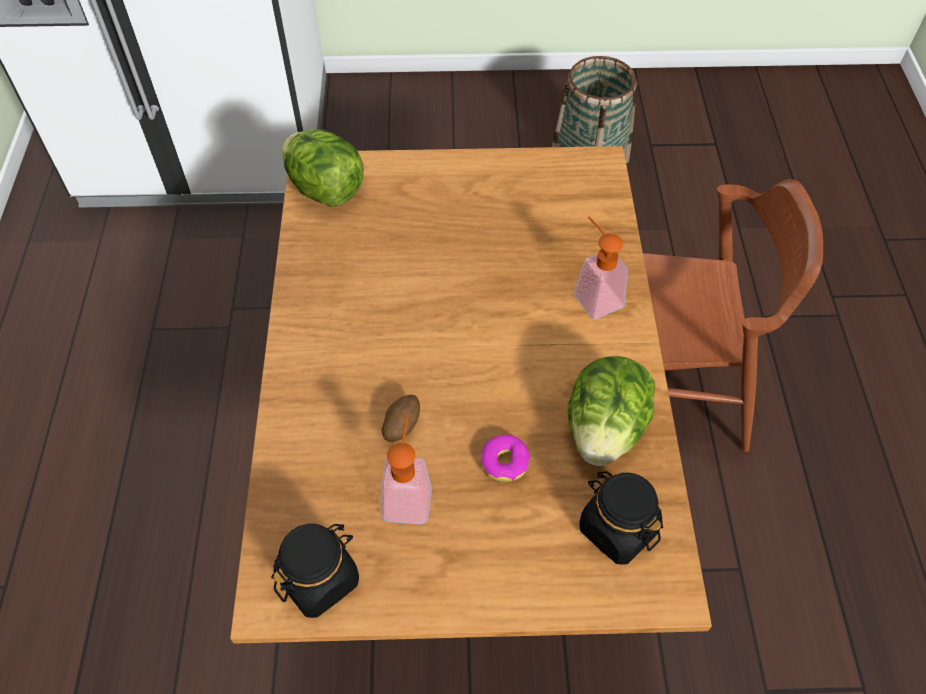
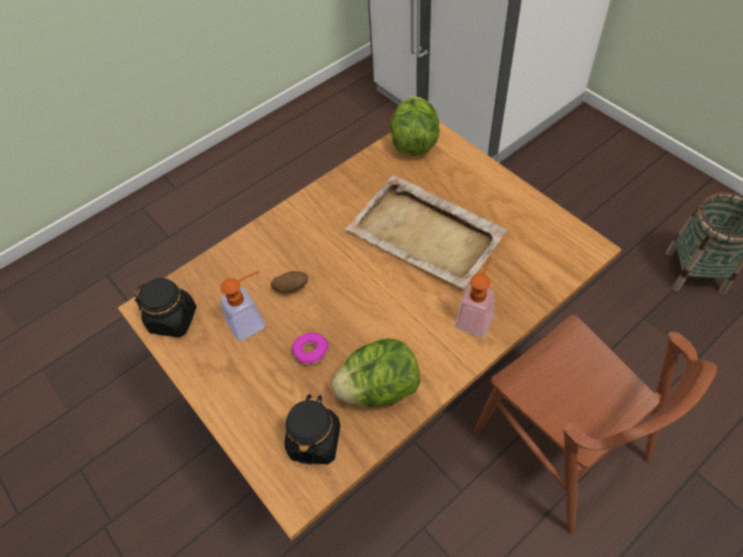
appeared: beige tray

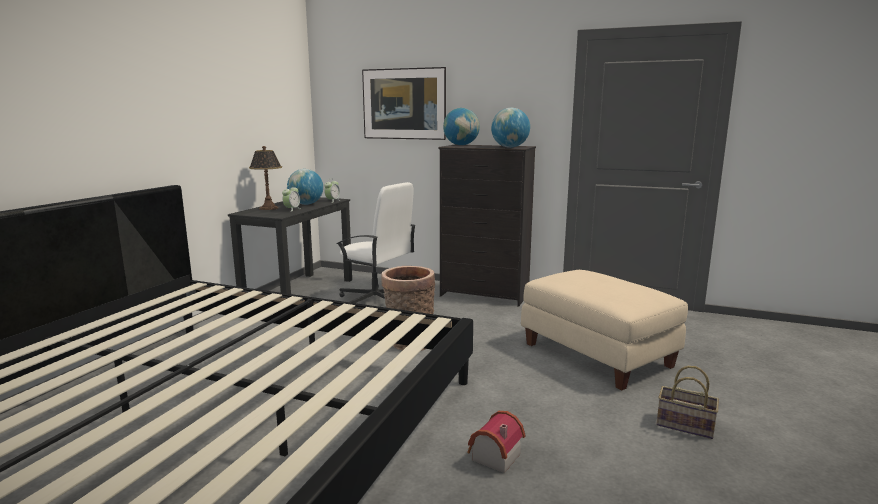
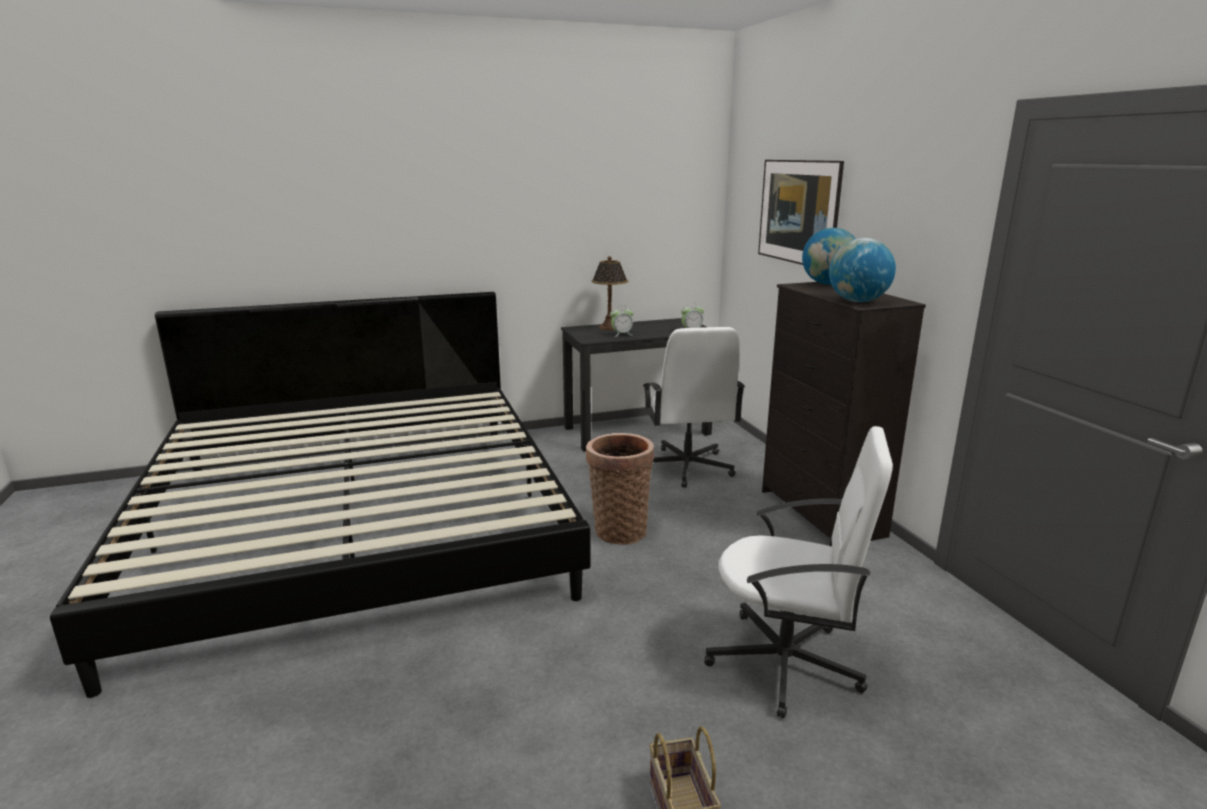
missing: desk globe (no. 1 from left); model house
exchanged: beige pouffe to whitish desk chair (no. 2 from left)

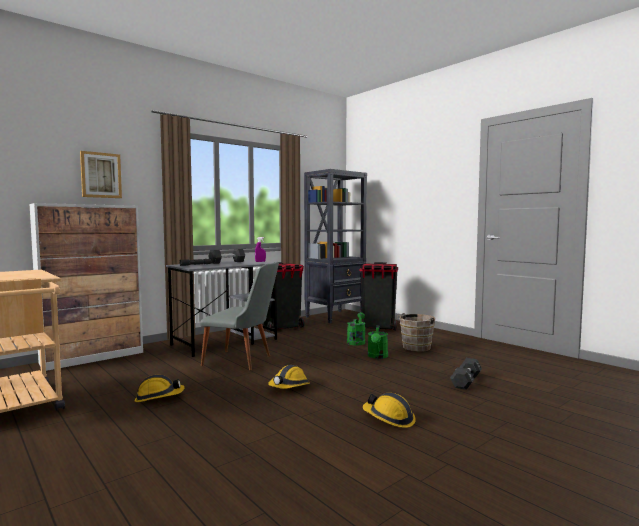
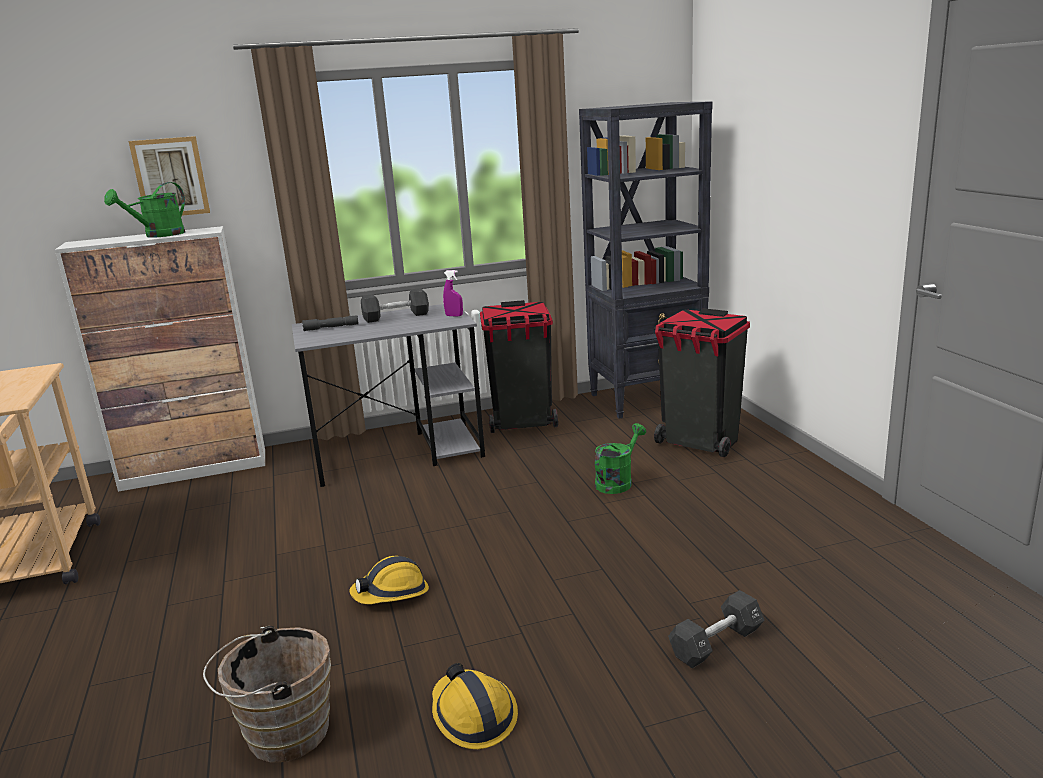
missing: work helmet (no. 1 from left); gray chair
relocated: green-coloured watering pot (no. 2 from left in the first image) to green-coloured watering pot (no. 1 from left); brownish pail

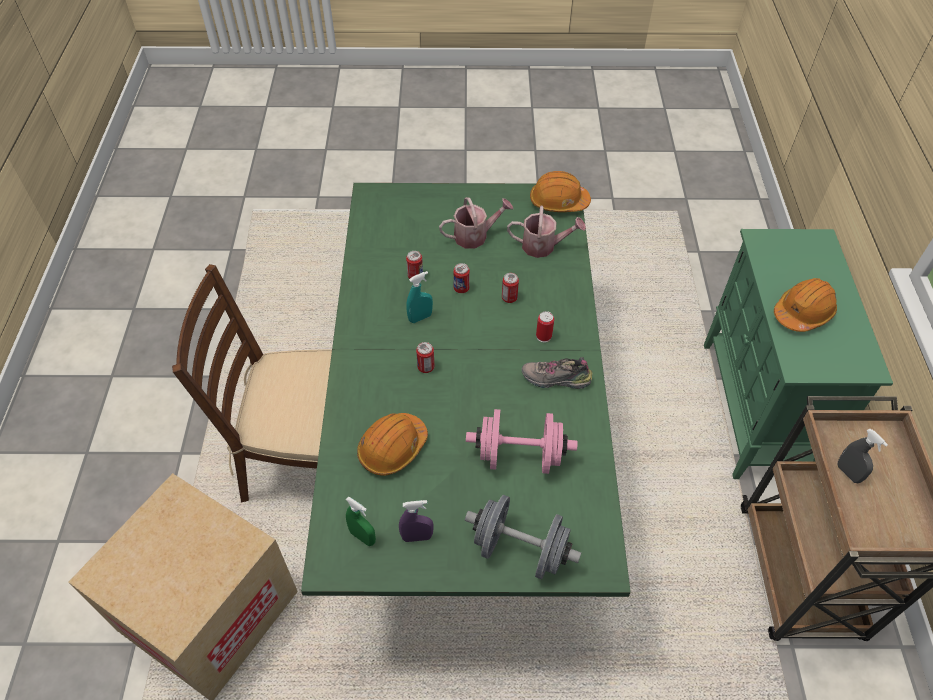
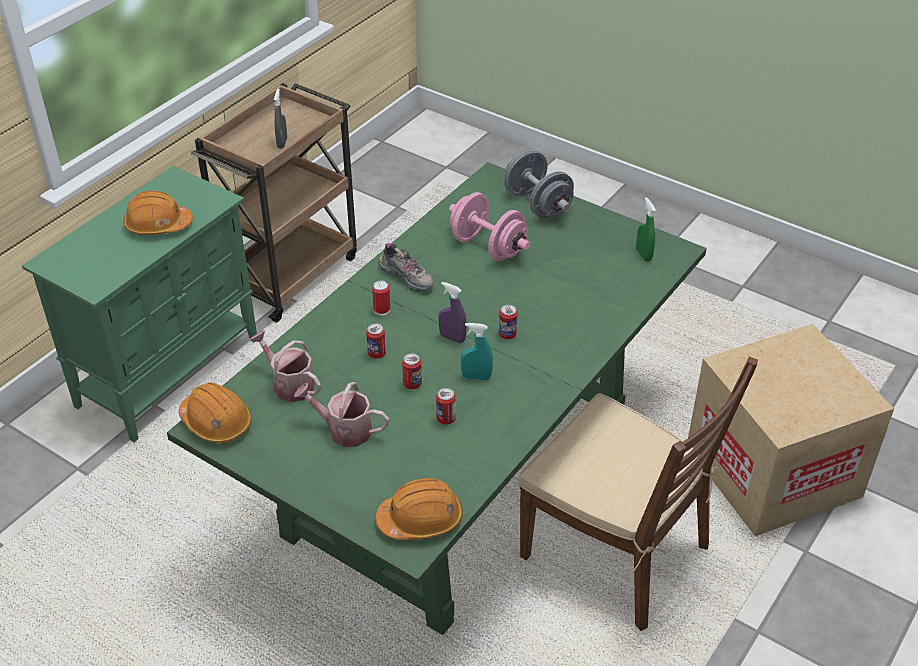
relocated: orange-coloured work helmet (no. 1 from left in the first image) to orange-coloured work helmet (no. 3 from left); purplish hand sprayer

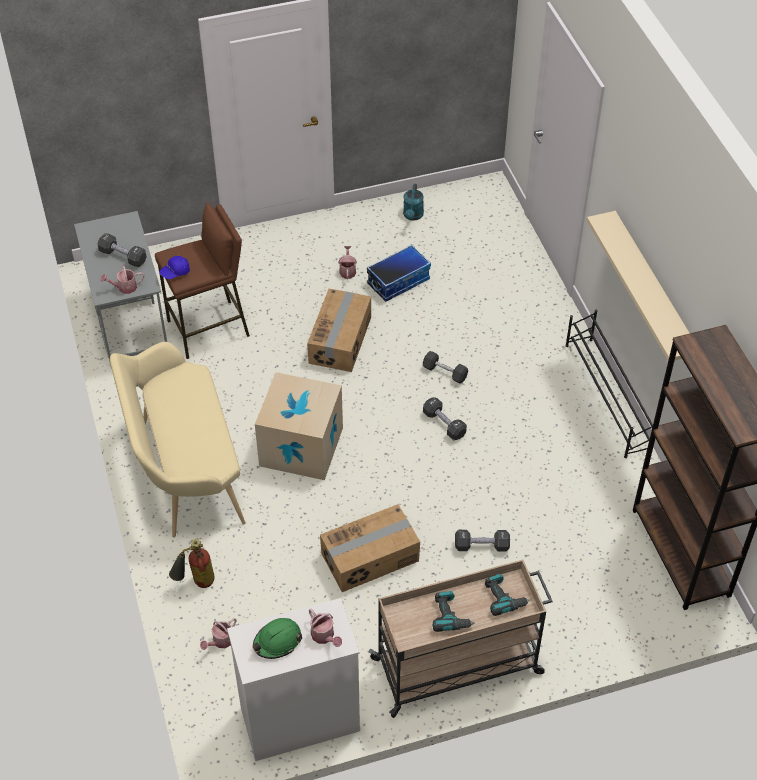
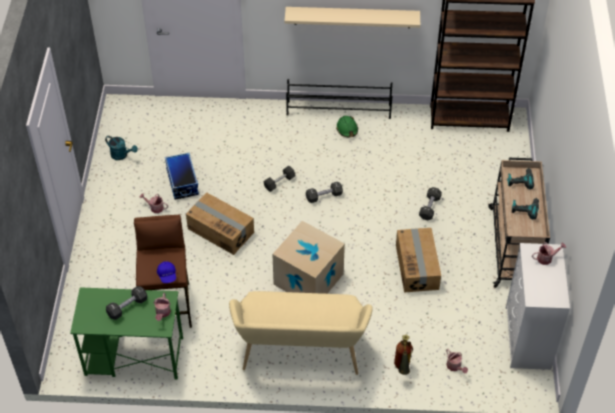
relocated: green-coloured work helmet
colour: gray desk unit to green-coloured desk unit

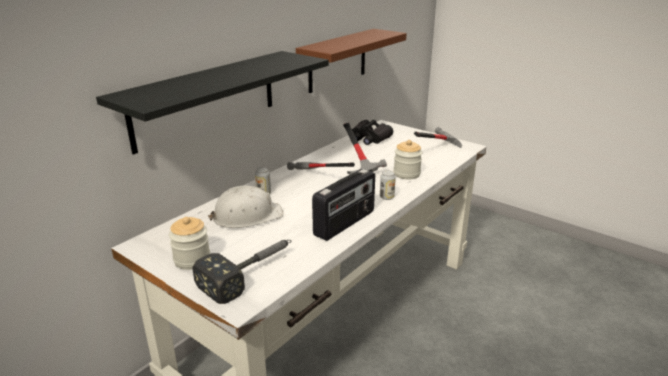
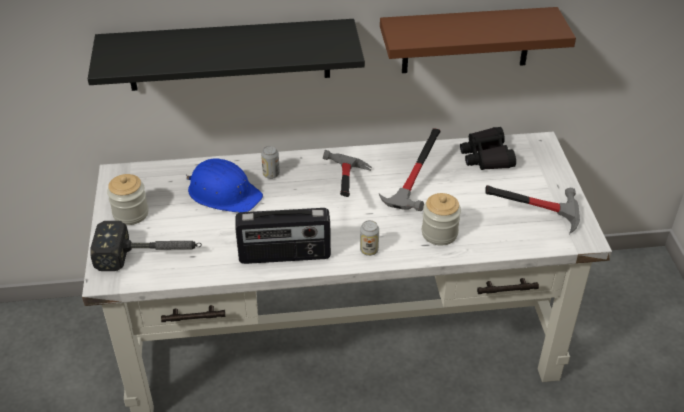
colour: whitish work helmet to blue-coloured work helmet

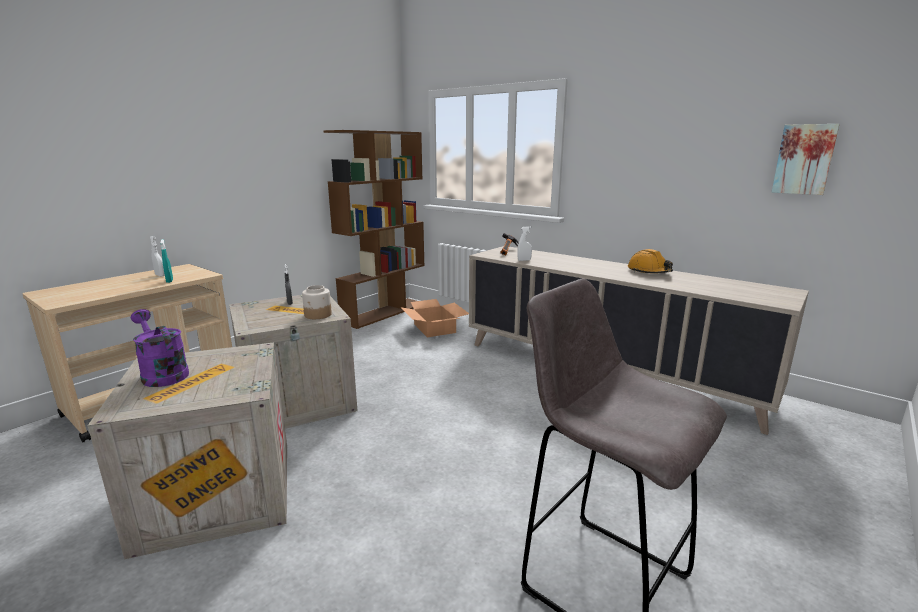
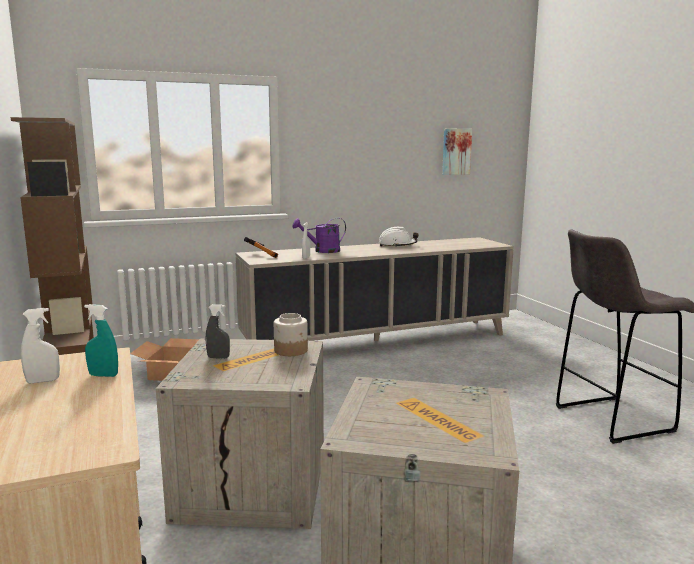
relocated: purplish watering pot
colour: orange-coloured work helmet to whitish work helmet

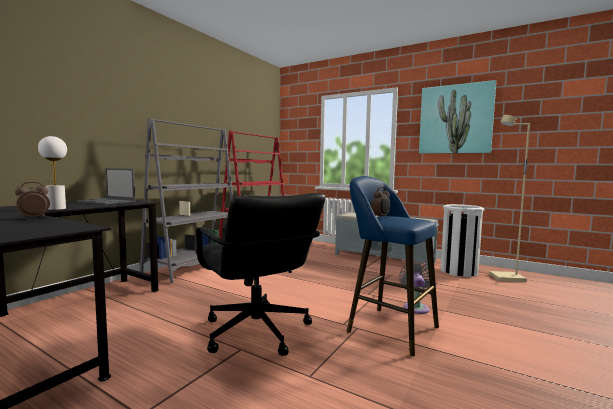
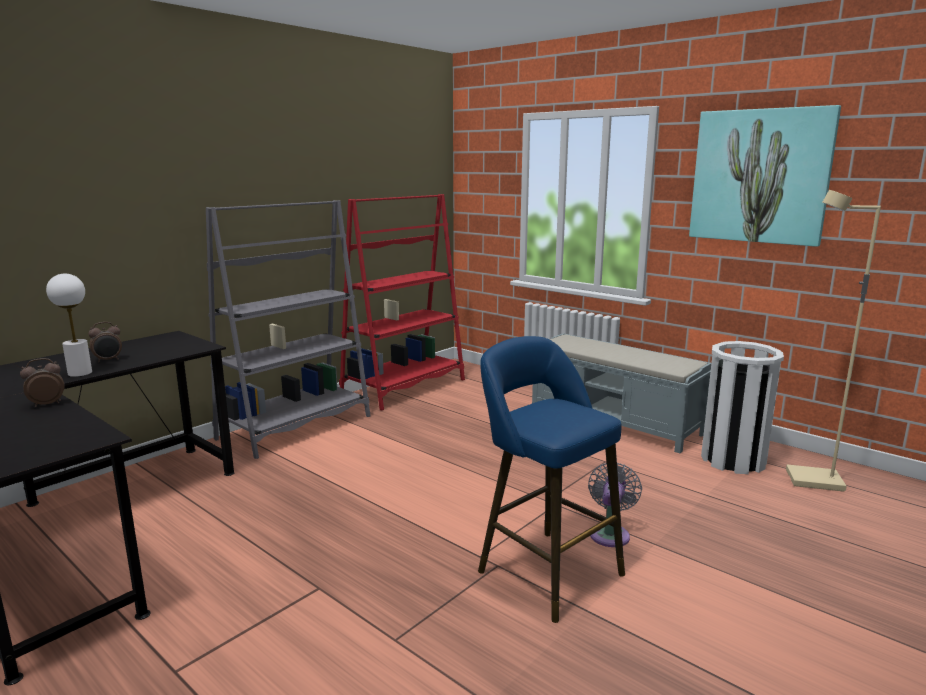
missing: notebook computer; blackish desk chair
relocated: alarm clock (no. 2 from left)

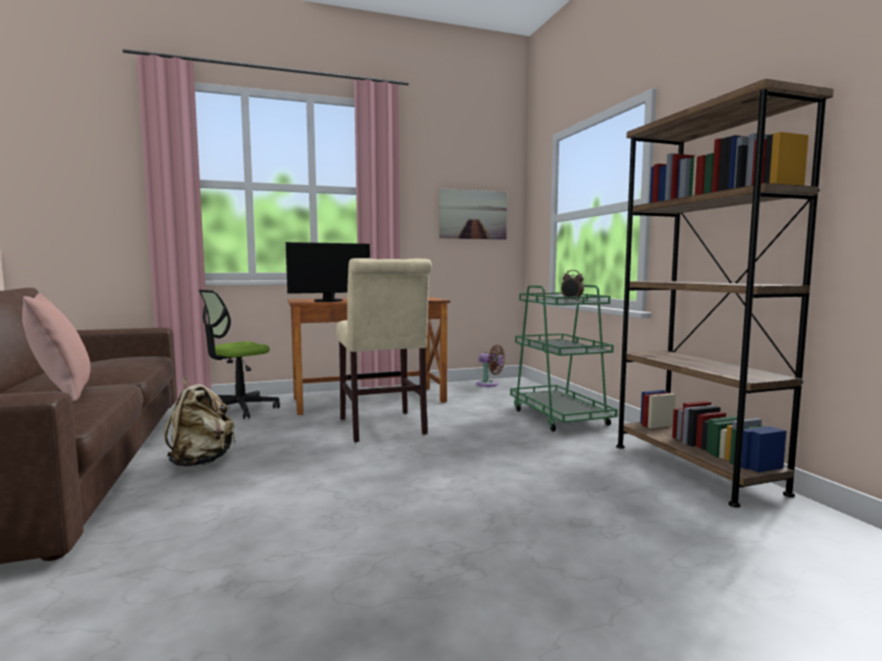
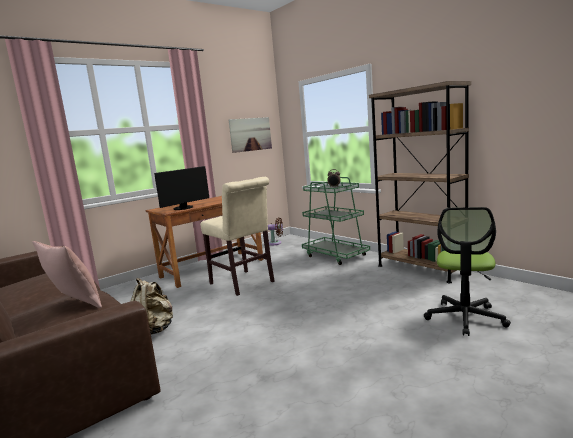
relocated: desk chair

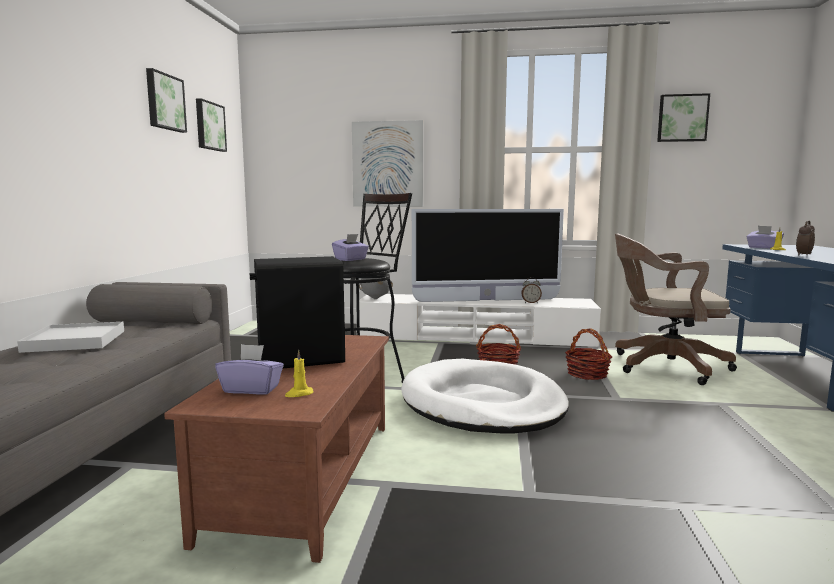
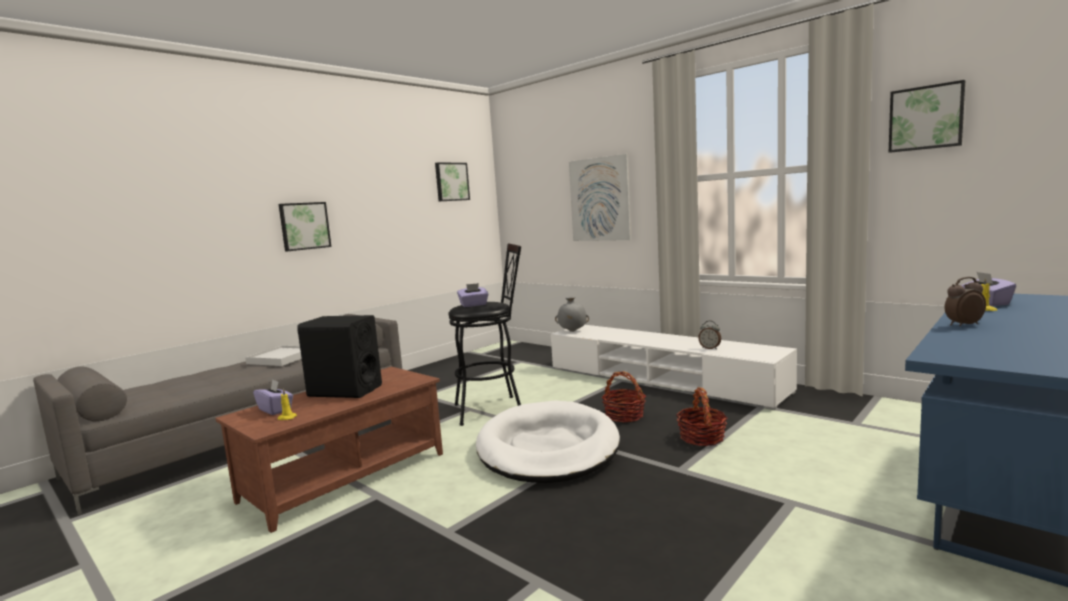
missing: television; brownish desk chair
relocated: wall picture (no. 1 from left)

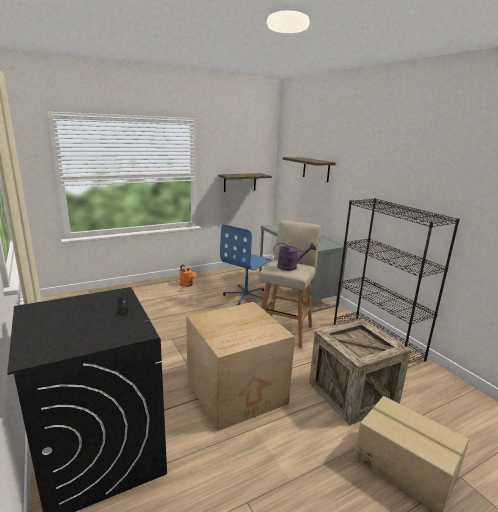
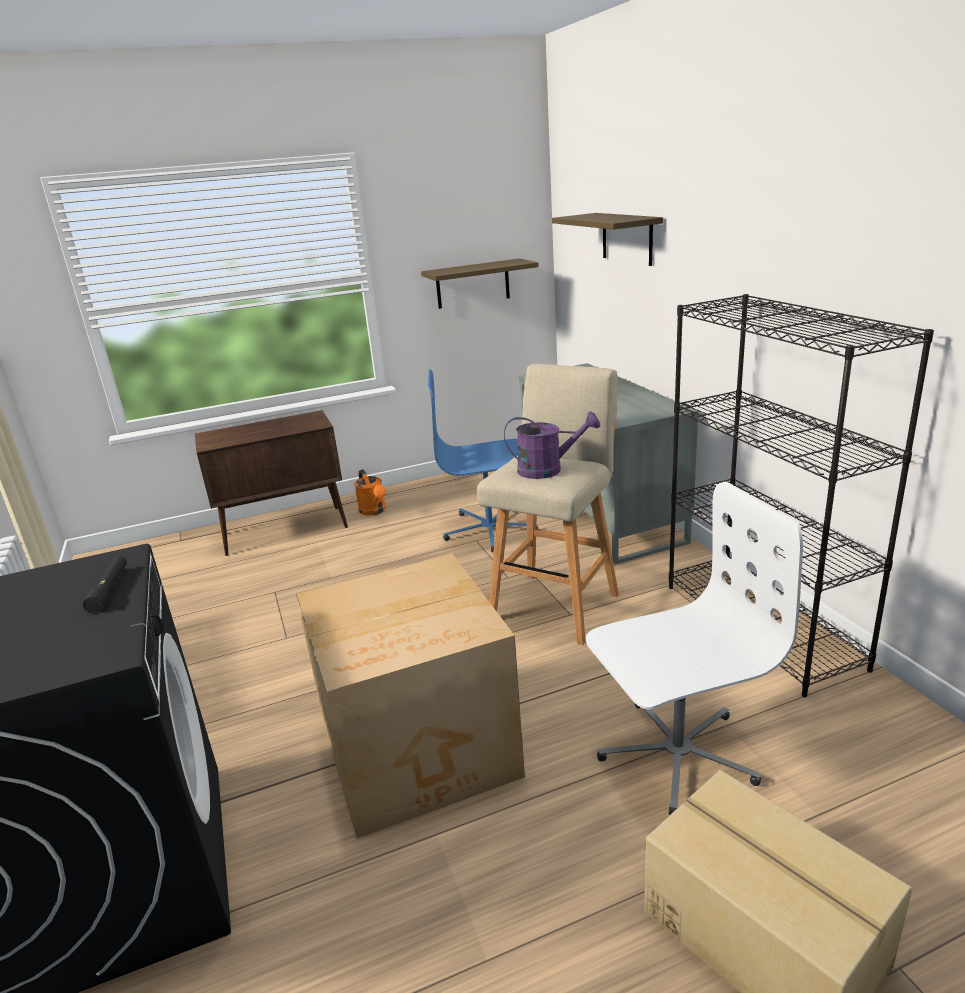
appeared: brownish cabinet
exchanged: crate to whitish desk chair
spun: blue-coloured desk chair 45 degrees clockwise

